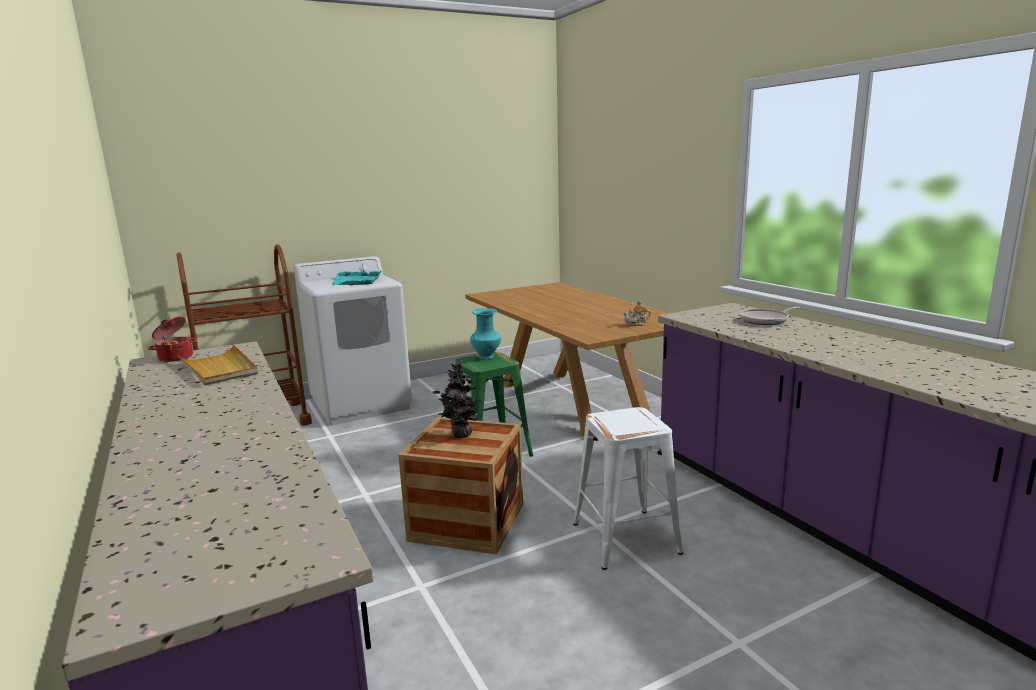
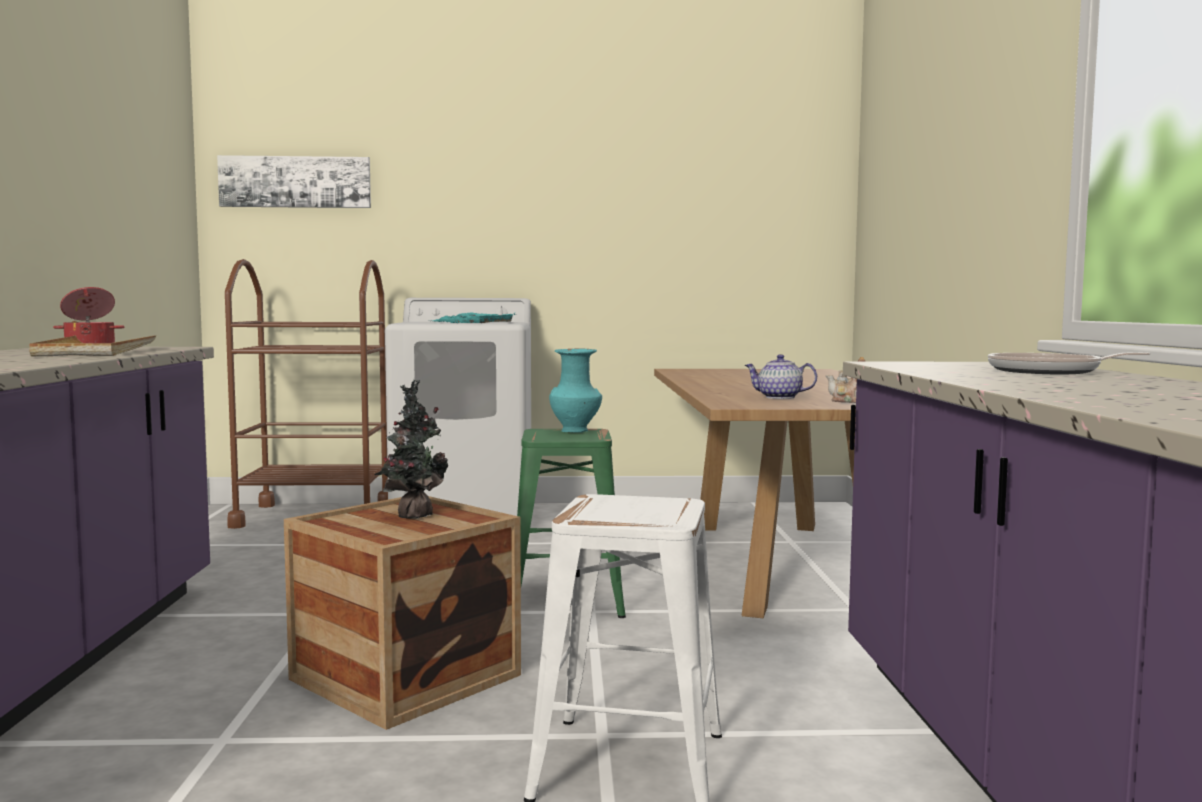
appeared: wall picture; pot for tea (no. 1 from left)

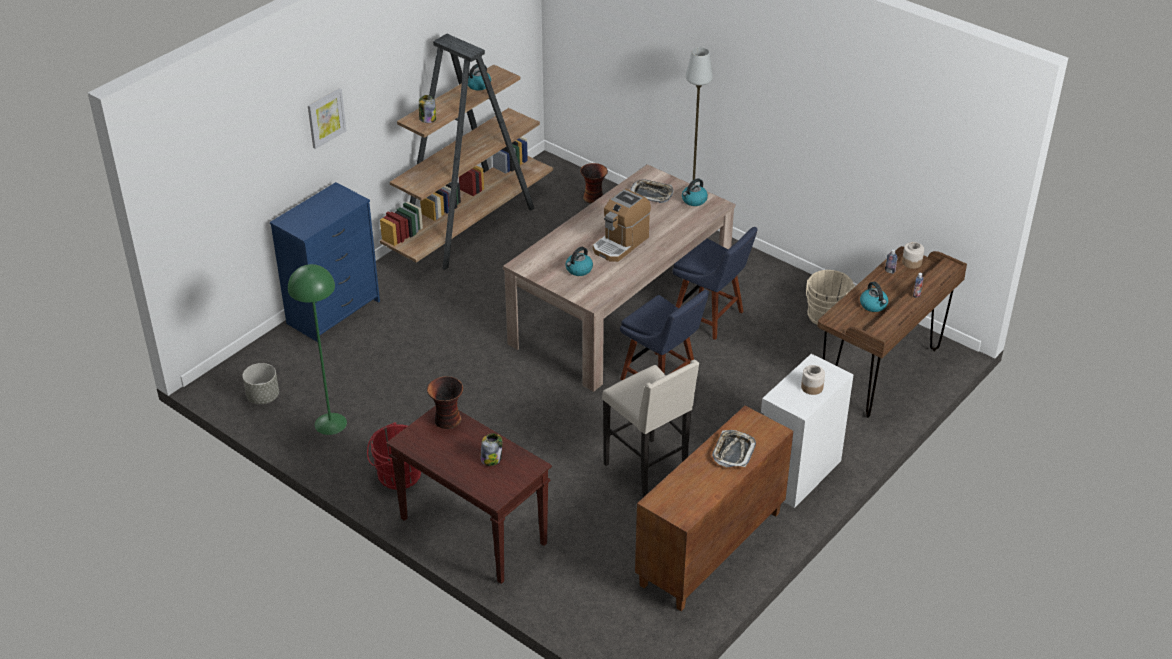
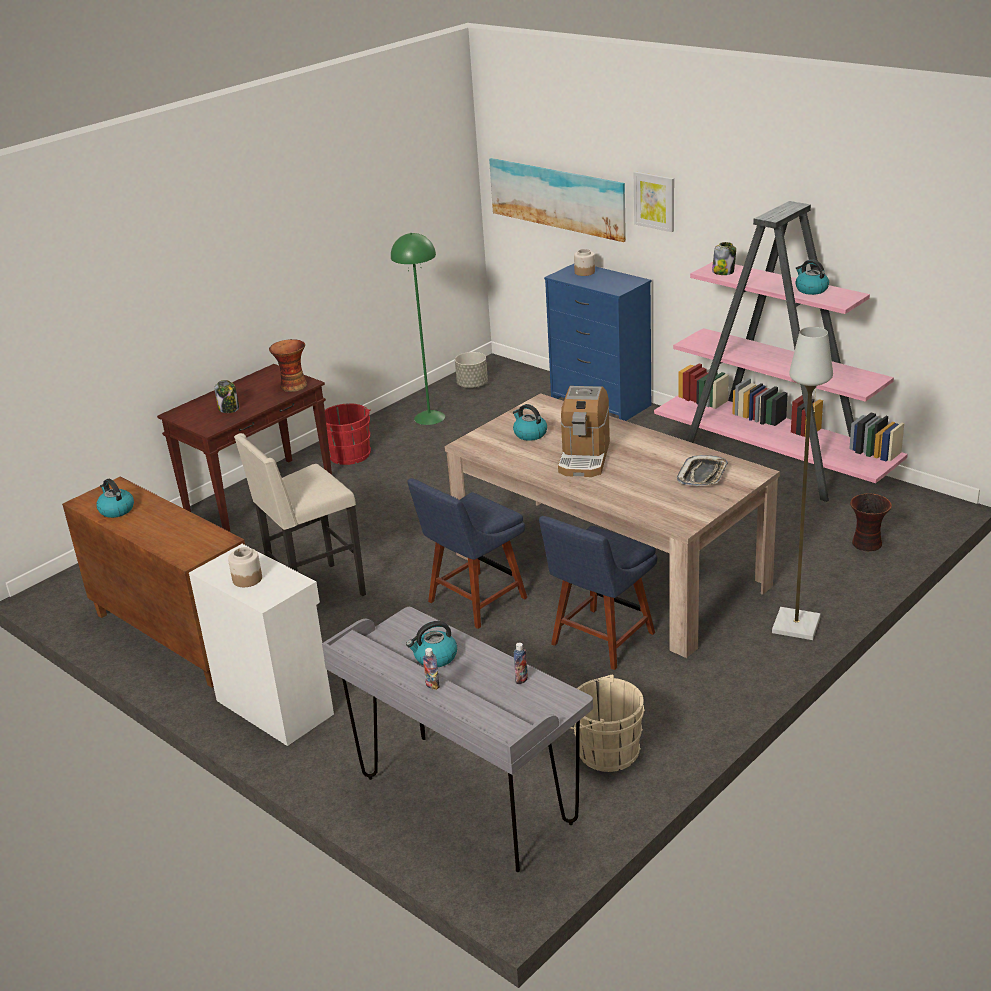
missing: tray (no. 2 from left)
appeared: wall picture (no. 1 from left)
relocated: tea kettle (no. 3 from left in the first image) to tea kettle (no. 1 from left); preserve jar (no. 4 from left in the first image) to preserve jar (no. 3 from left)
colour: brownish bookshelf to pink bookshelf; brownish desk unit to gray desk unit
spun: coffee machine 120 degrees counterclockwise

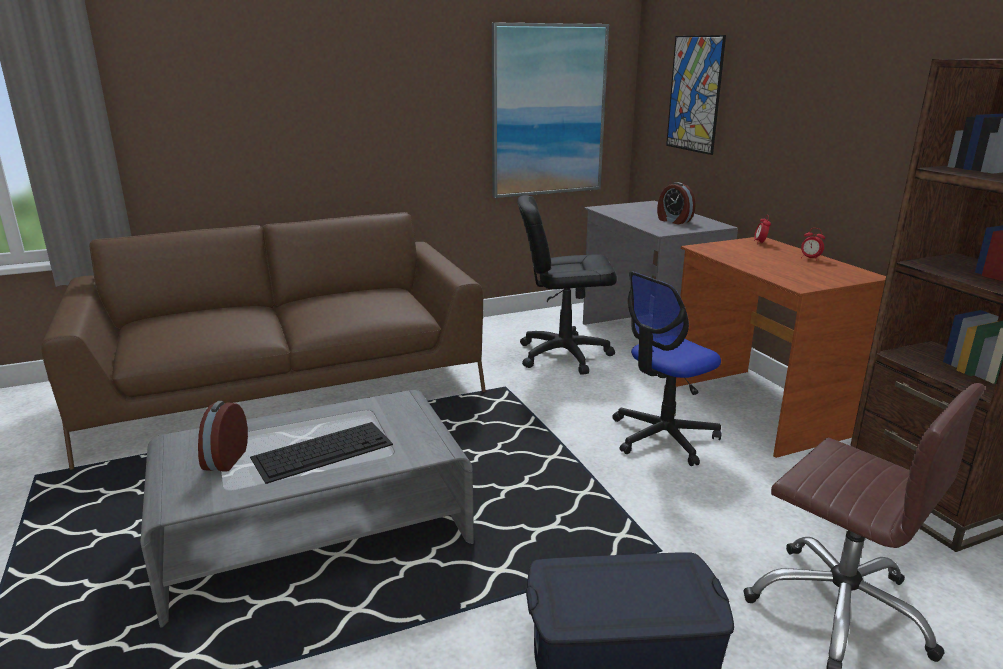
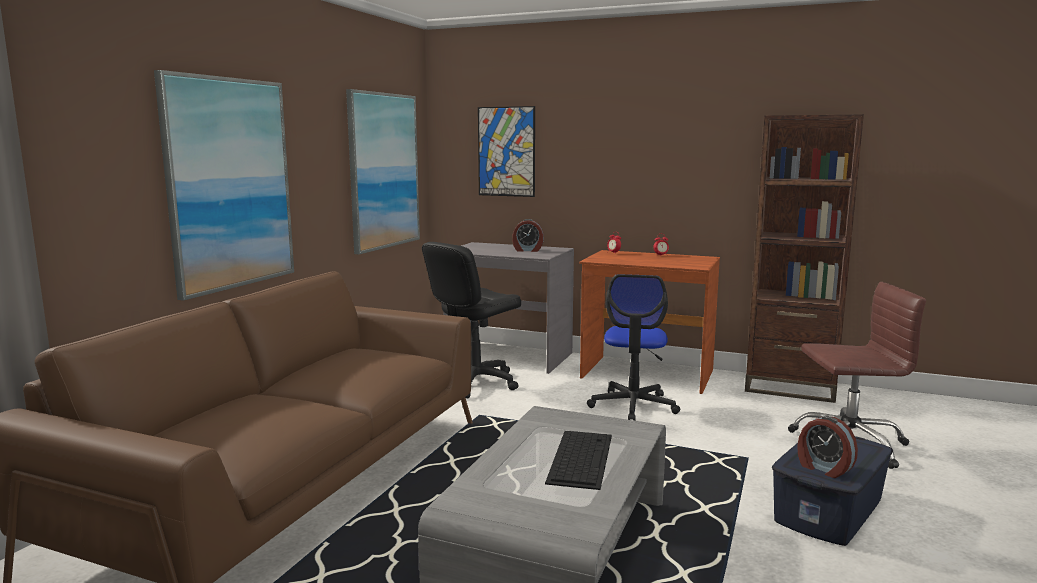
appeared: wall picture (no. 1 from left)
relocated: alarm clock (no. 1 from left in the first image) to alarm clock (no. 4 from left)

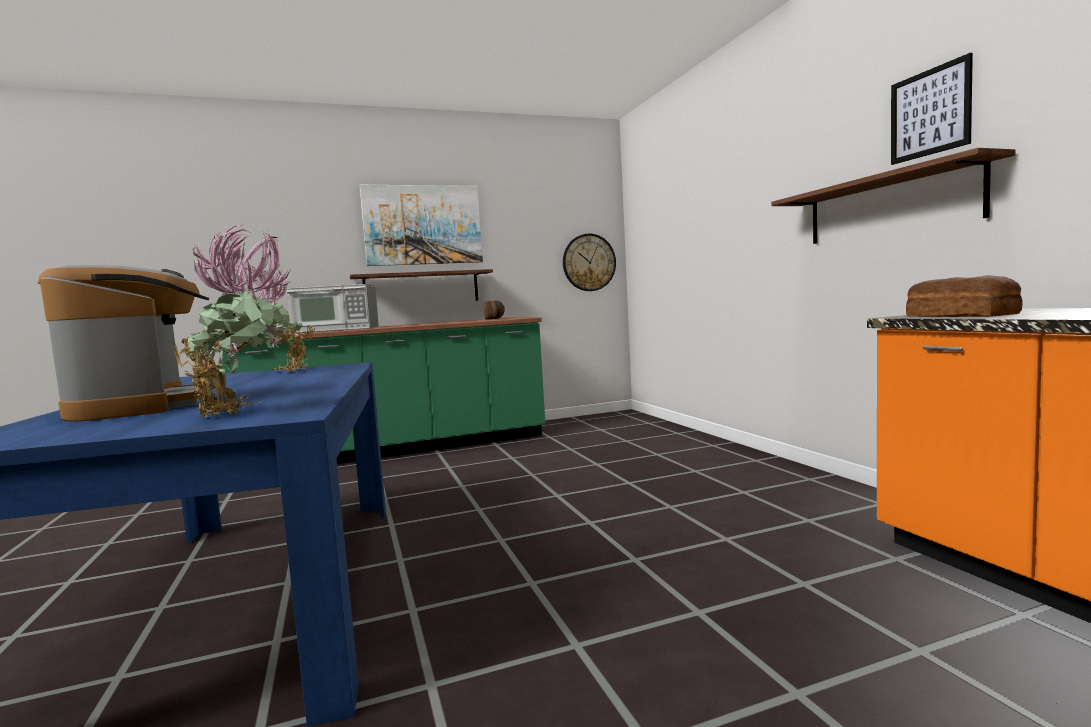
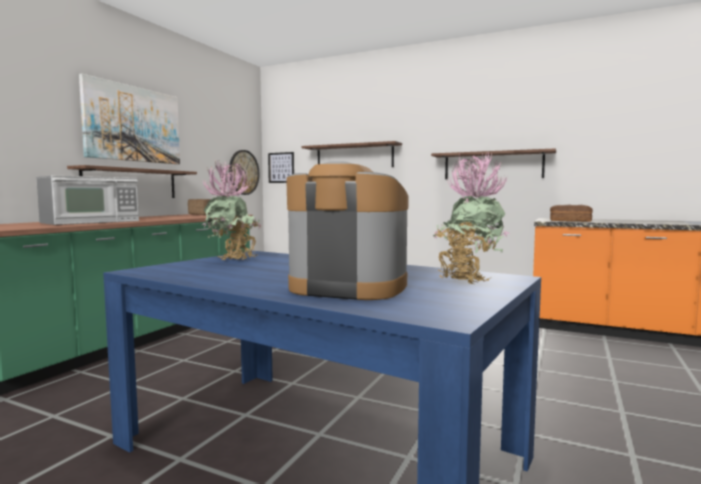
appeared: shelf (no. 2 from left)
relocated: wall picture (no. 2 from left)

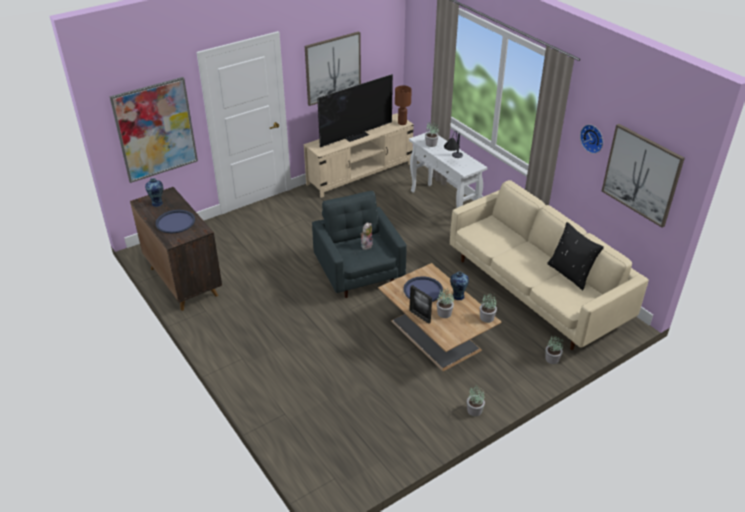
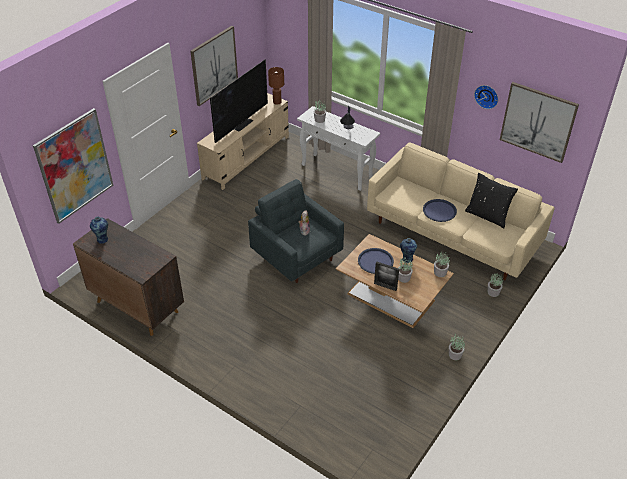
relocated: blue-coloured tray (no. 1 from left in the first image) to blue-coloured tray (no. 2 from left)

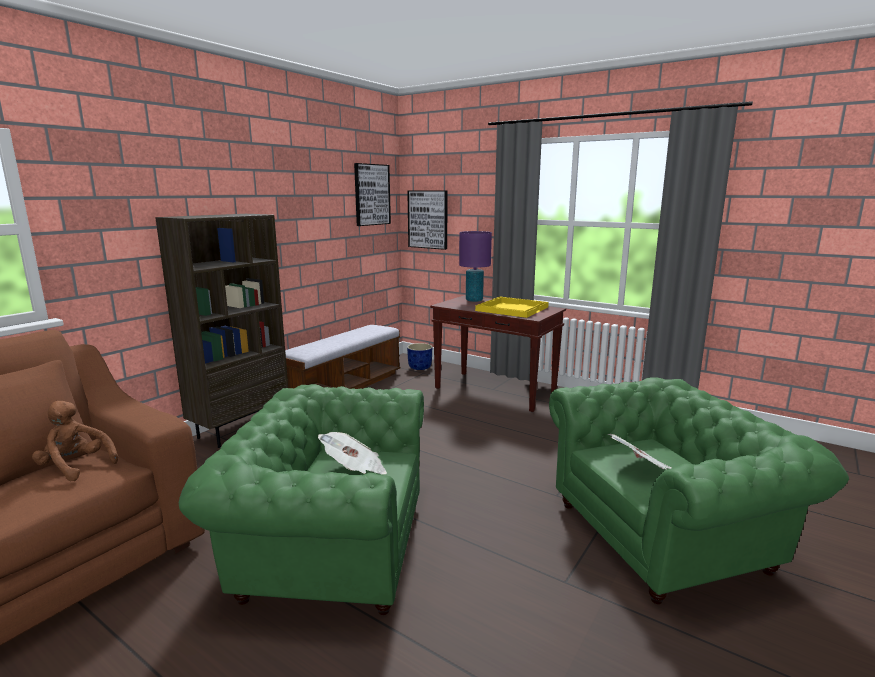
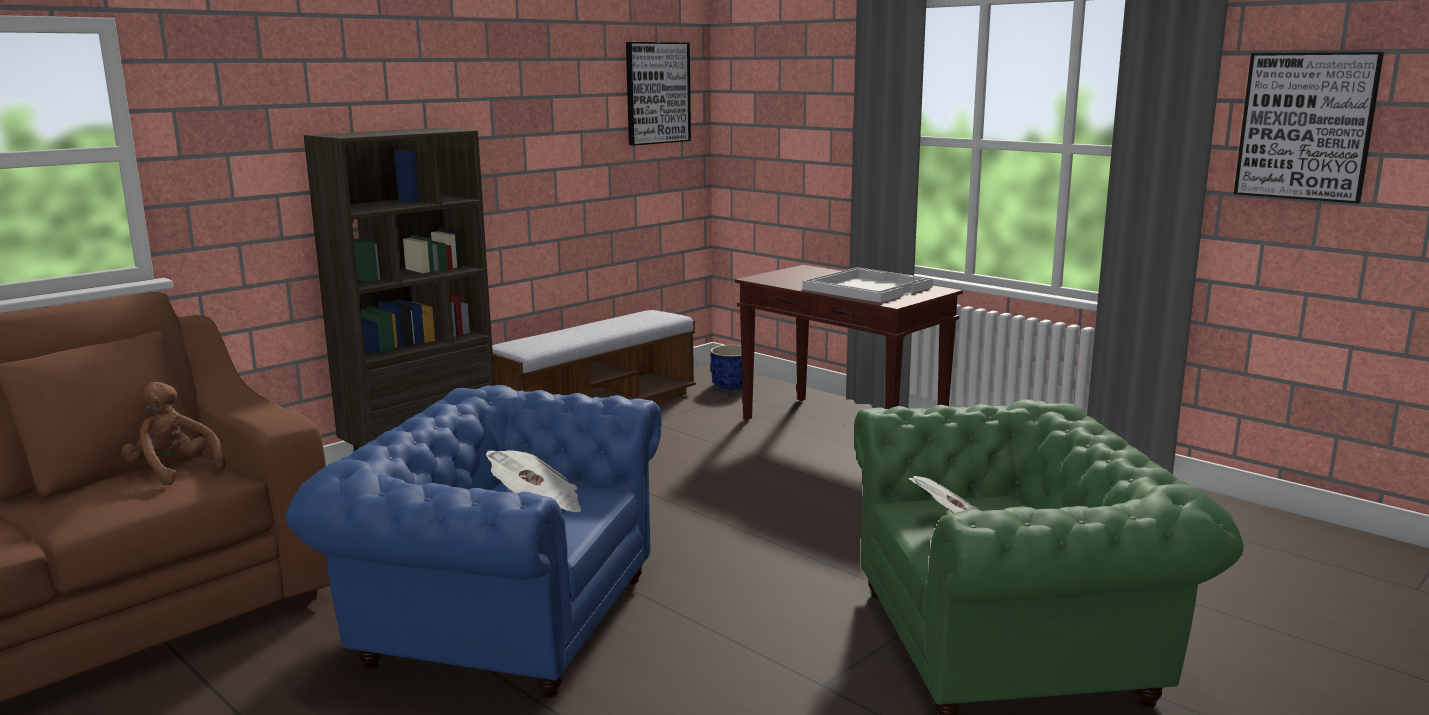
missing: purplish table lamp
relocated: wall picture (no. 2 from left)
colour: green-coloured easy chair (no. 1 from left) to blue-coloured easy chair; yellow-coloured tray to whitish tray

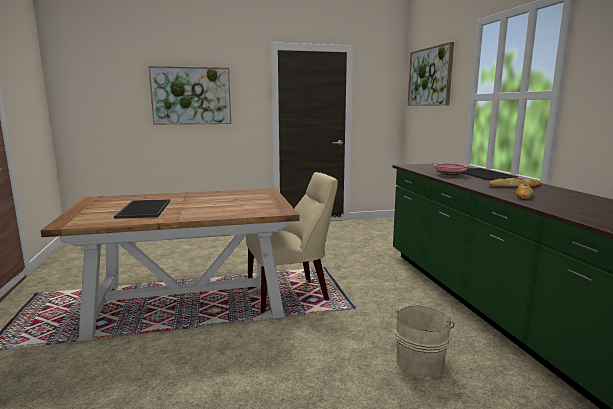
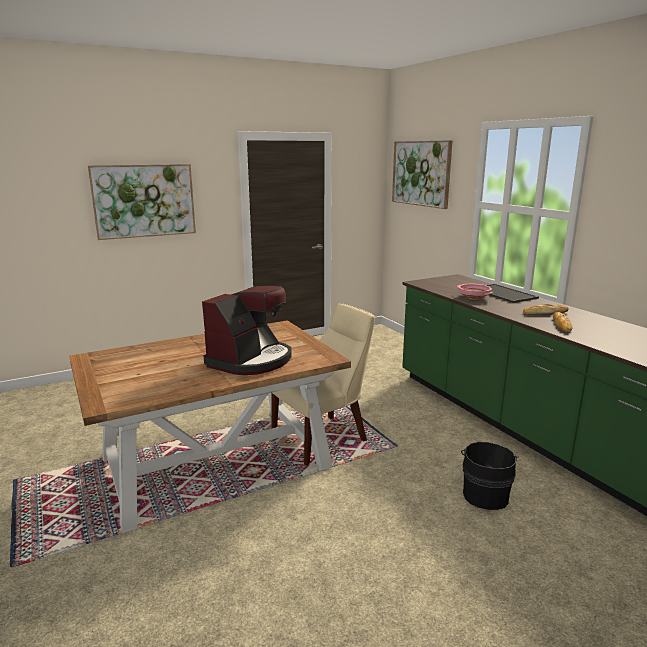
missing: tray (no. 1 from left)
appeared: coffee machine
colour: beige pail to blackish pail

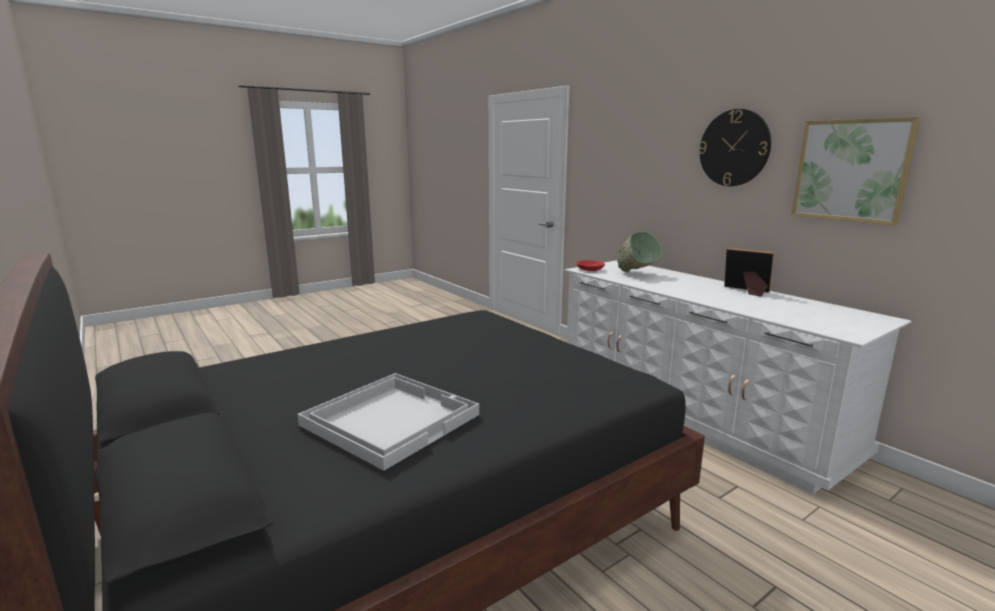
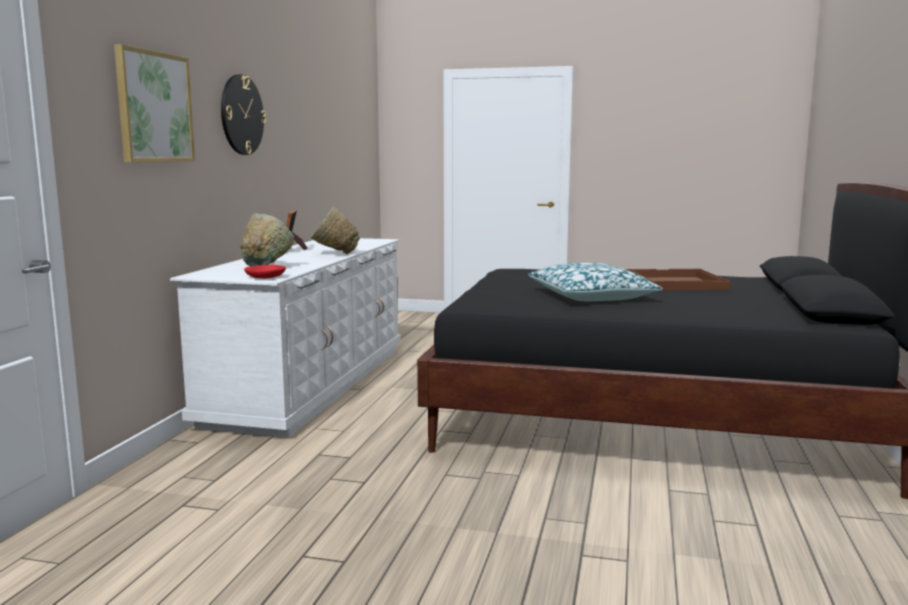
appeared: green-coloured bowl (no. 2 from left); throw pillow
relocated: wall picture
colour: whitish tray to brownish tray

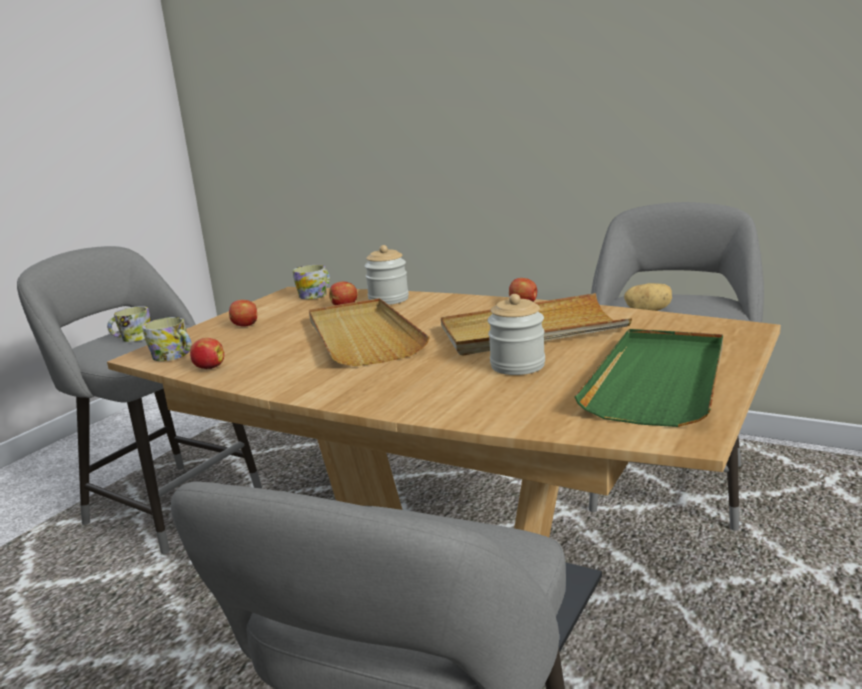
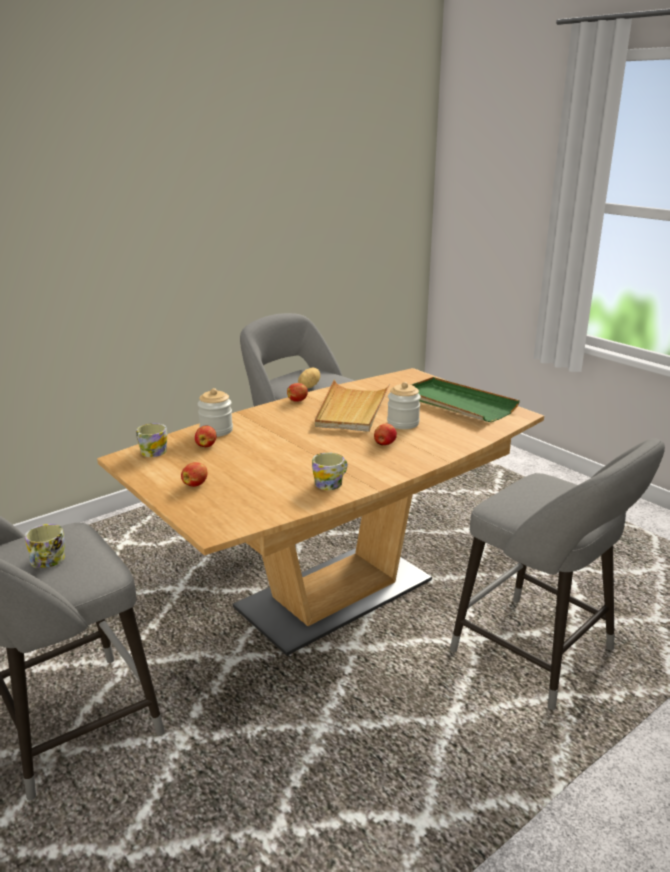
missing: beige tray (no. 1 from left)
relocated: mug (no. 2 from left in the first image) to mug (no. 3 from left); whole apple (no. 1 from left in the first image) to whole apple (no. 4 from left)

